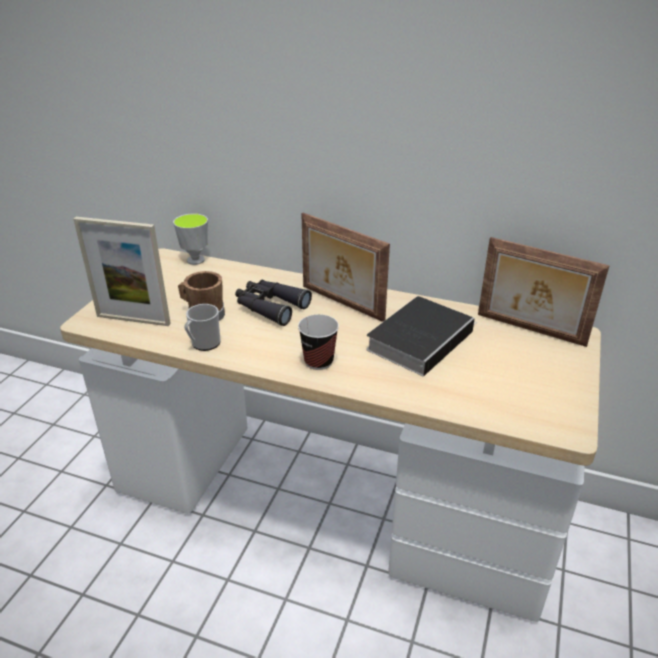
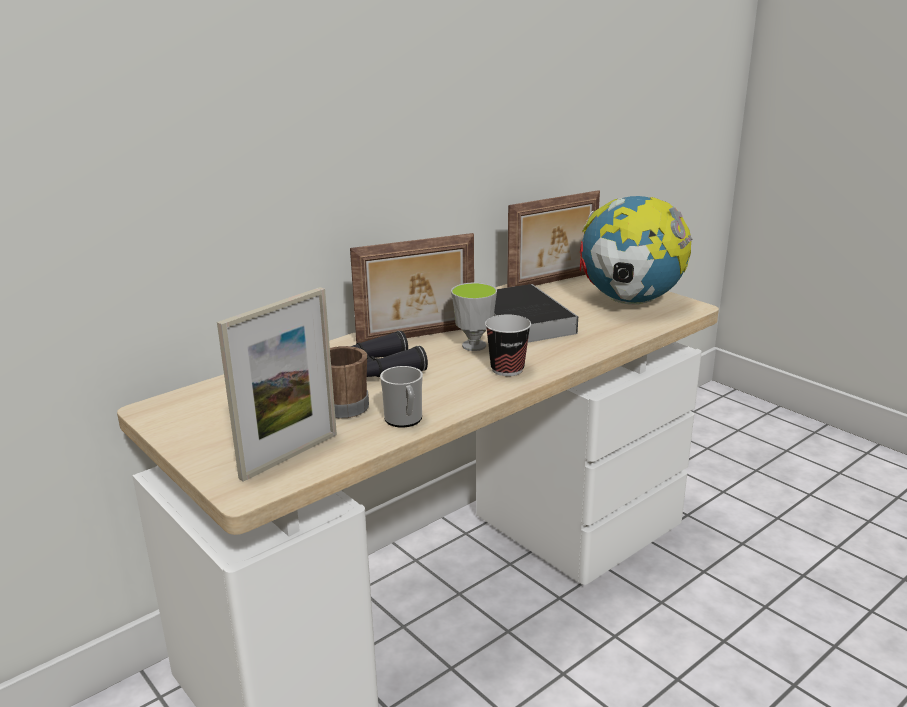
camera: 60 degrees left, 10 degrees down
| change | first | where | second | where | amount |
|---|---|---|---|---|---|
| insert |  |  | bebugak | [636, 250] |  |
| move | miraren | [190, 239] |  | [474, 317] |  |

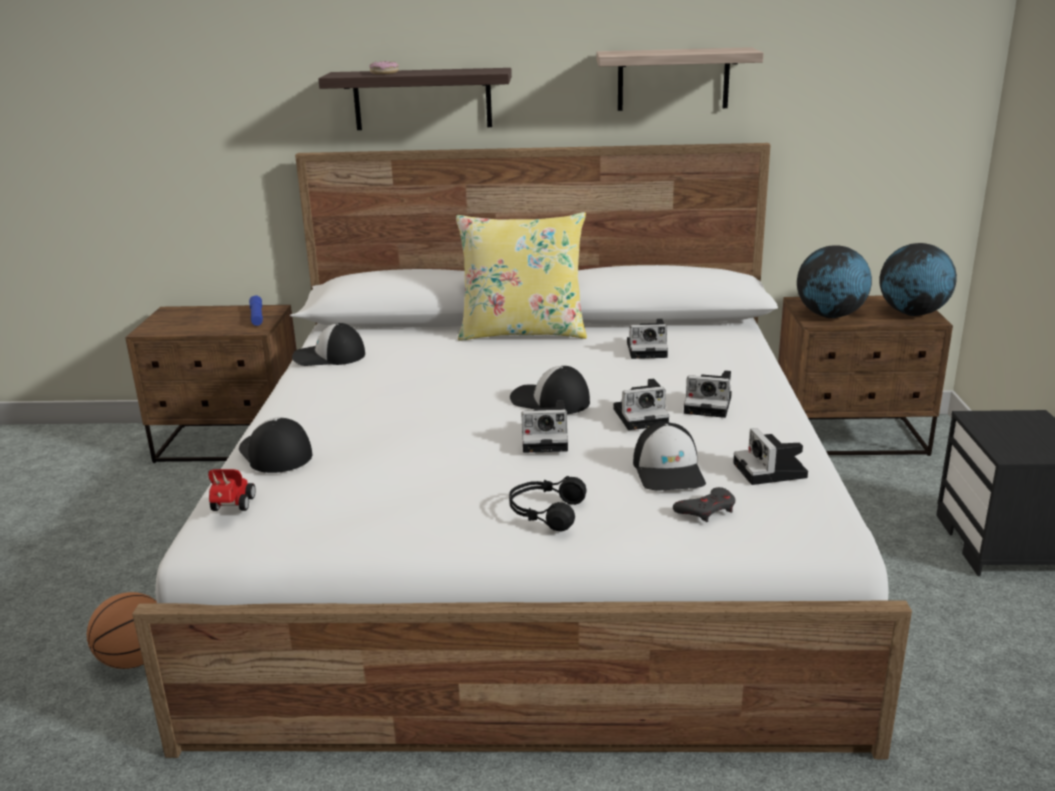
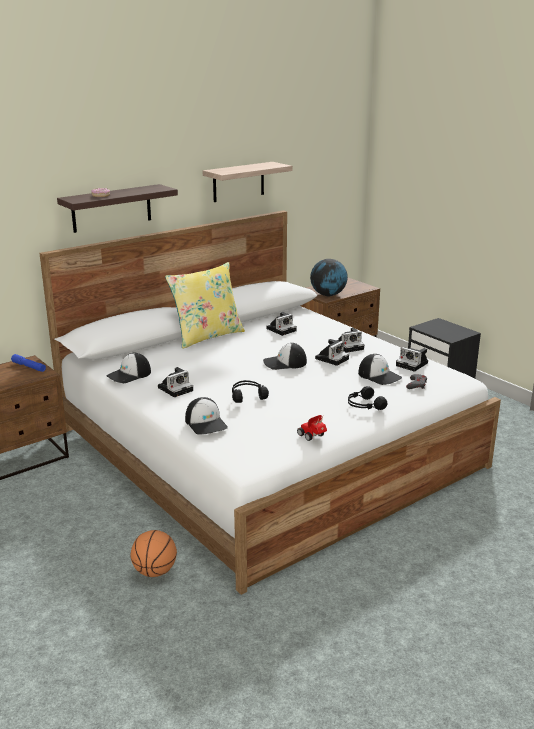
camera: 40 degrees left, 0 degrees up
| change | first | where | second | where | amount |
|---|---|---|---|---|---|
| delete | bebugak | [918, 279] |  |  |  |
| insert |  |  | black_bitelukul | [250, 391] |  |
| move | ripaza | [232, 490] |  | [312, 428] |  |
| move | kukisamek | [545, 426] |  | [175, 382] |  |
| rotate | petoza | [275, 445] |  | [206, 416] | 135 degrees counterclockwise |

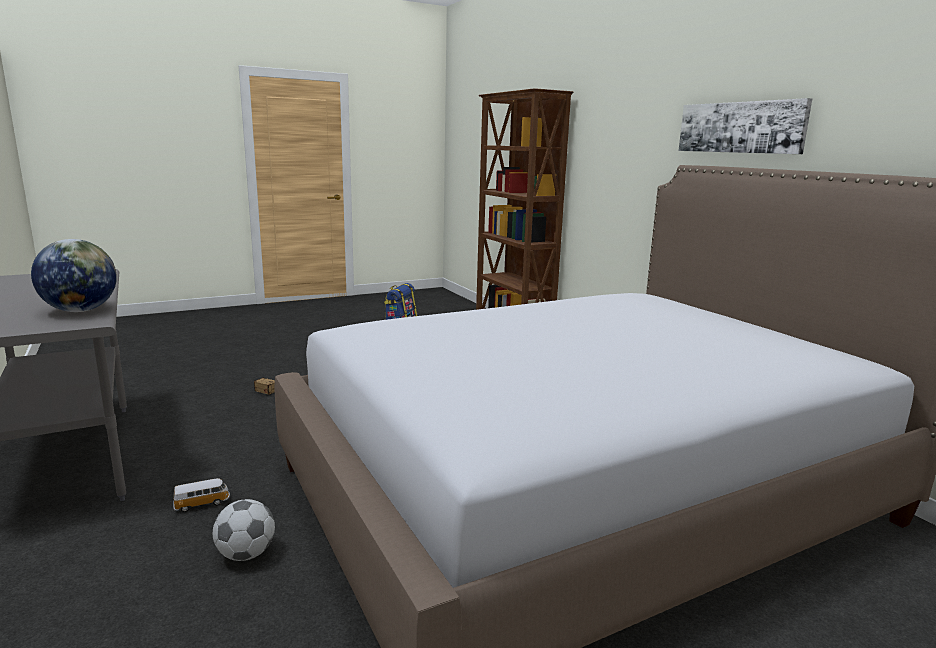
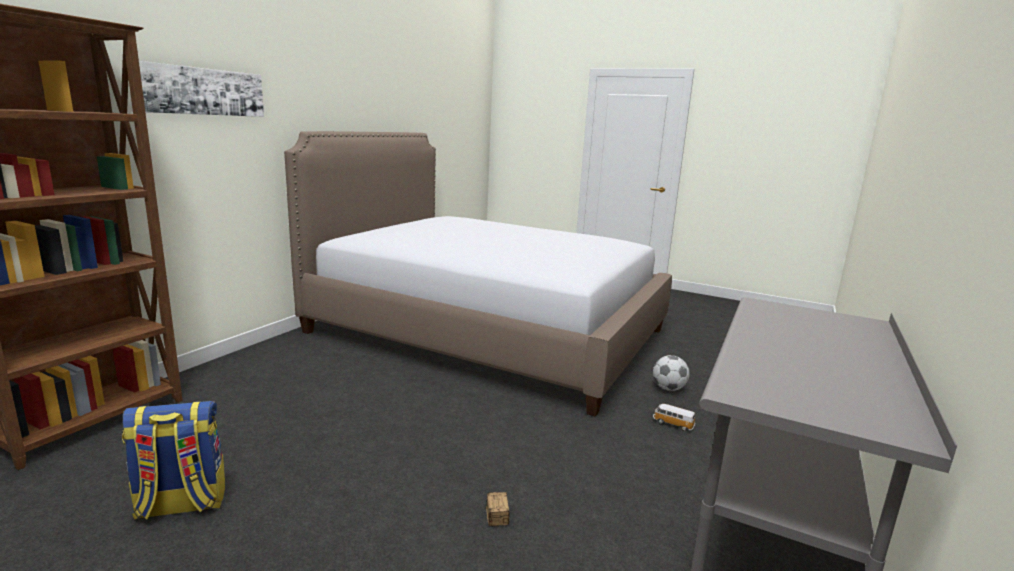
camera: 125 degrees left, 0 degrees up
| change | first | where | second | where | amount |
|---|---|---|---|---|---|
| delete | bebugak | [74, 275] |  |  |  |
| move | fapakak | [745, 126] |  | [201, 89] |  |

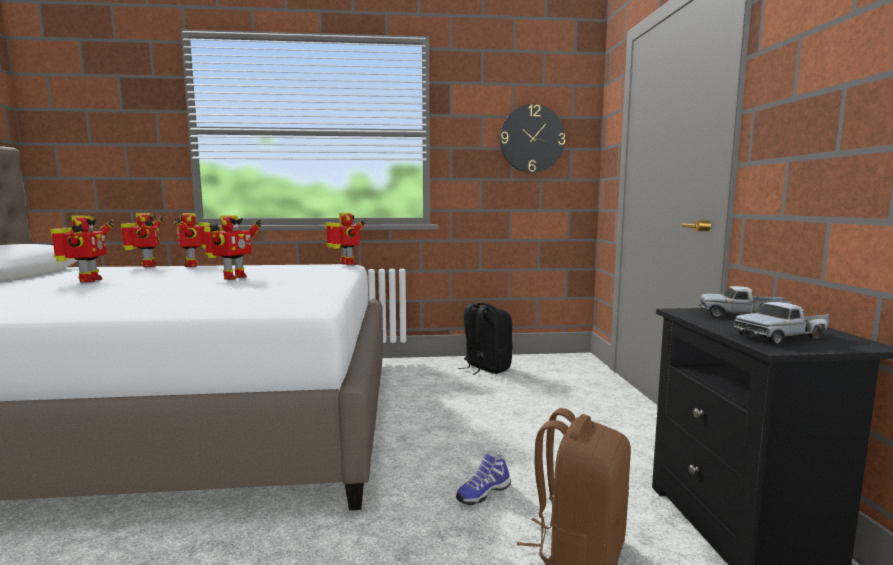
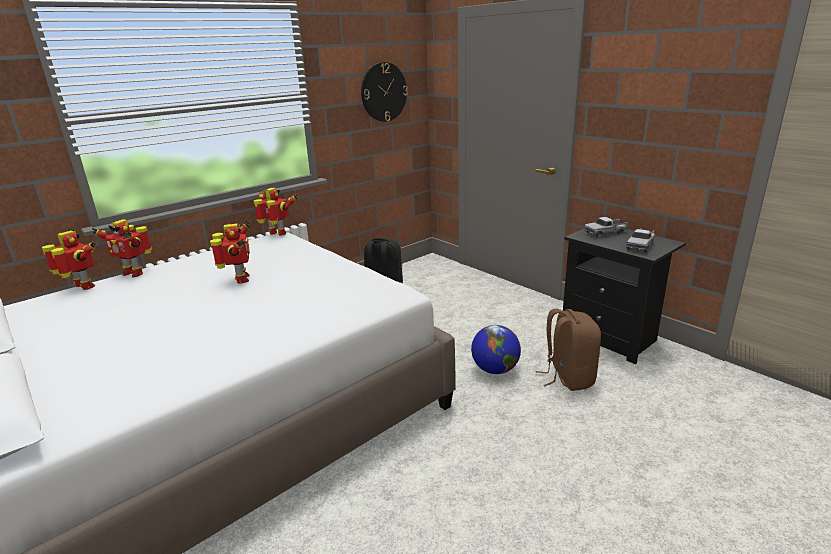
camera: 35 degrees left, 15 degrees up
| change | first | where | second | where | amount |
|---|---|---|---|---|---|
| delete | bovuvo | [82, 249] |  |  |  |
| replace | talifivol | [483, 479] | bebugak | [496, 349] |  |

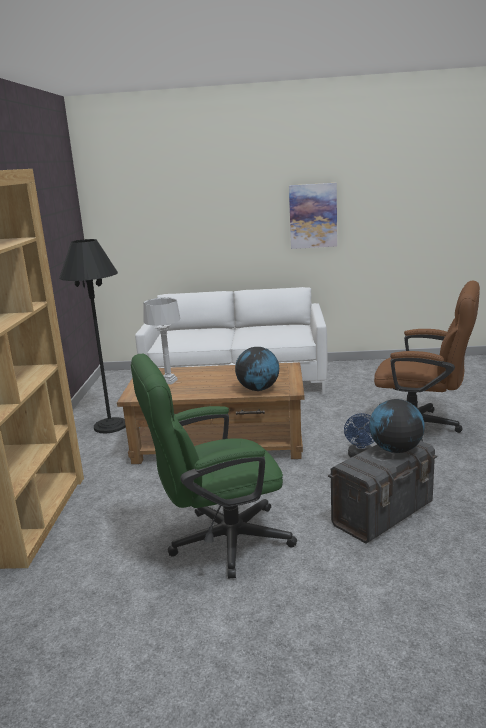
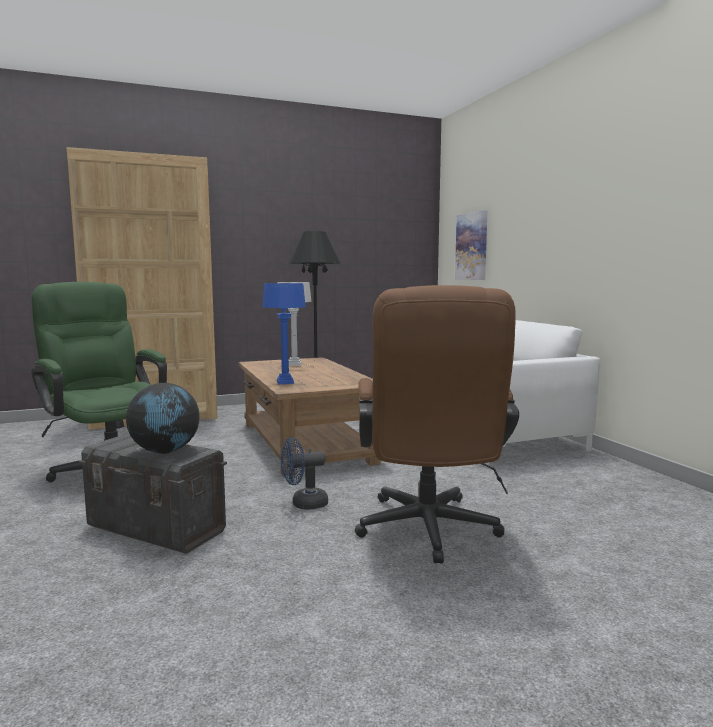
camera: 65 degrees right, 10 degrees down
| change | first | where | second | where | amount |
|---|---|---|---|---|---|
| move | fapakak | [313, 216] |  | [471, 245] |  |
| replace | bebugak | [257, 369] | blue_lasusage | [284, 333] |  |

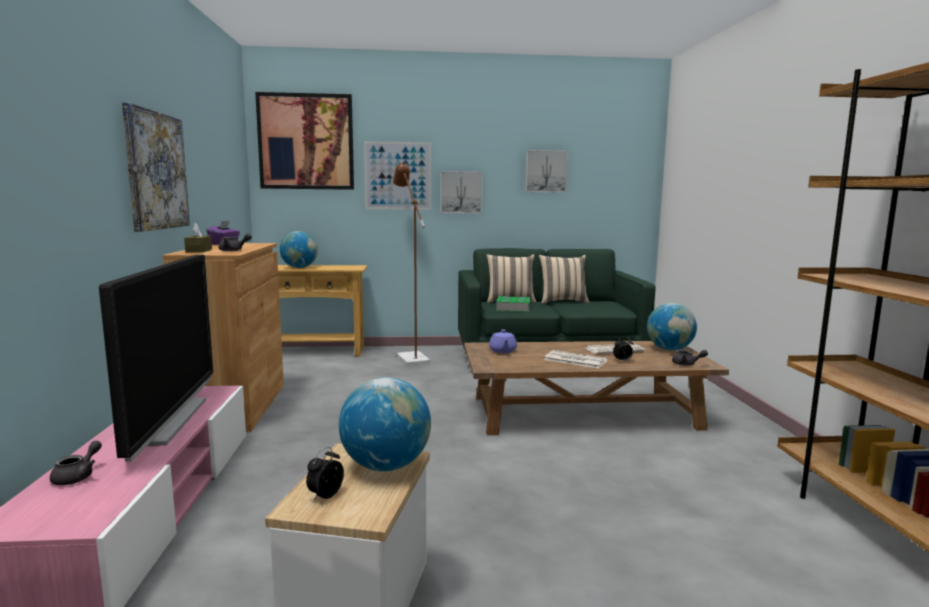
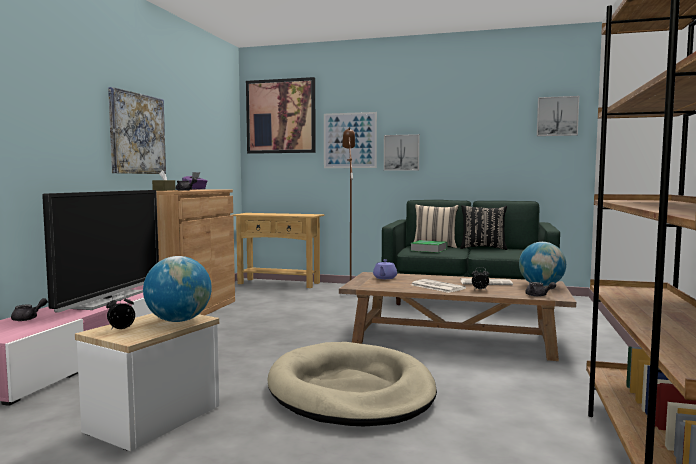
camera: 20 degrees right, 5 degrees down
| change | first | where | second | where | amount |
|---|---|---|---|---|---|
| delete | bebugak | [299, 249] |  |  |  |
| insert |  |  | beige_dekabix | [352, 384] |  |
| move | fapakak | [546, 171] |  | [558, 116] |  |
| recolor | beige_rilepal | [564, 279] | black_rilepal | [484, 227] |  |

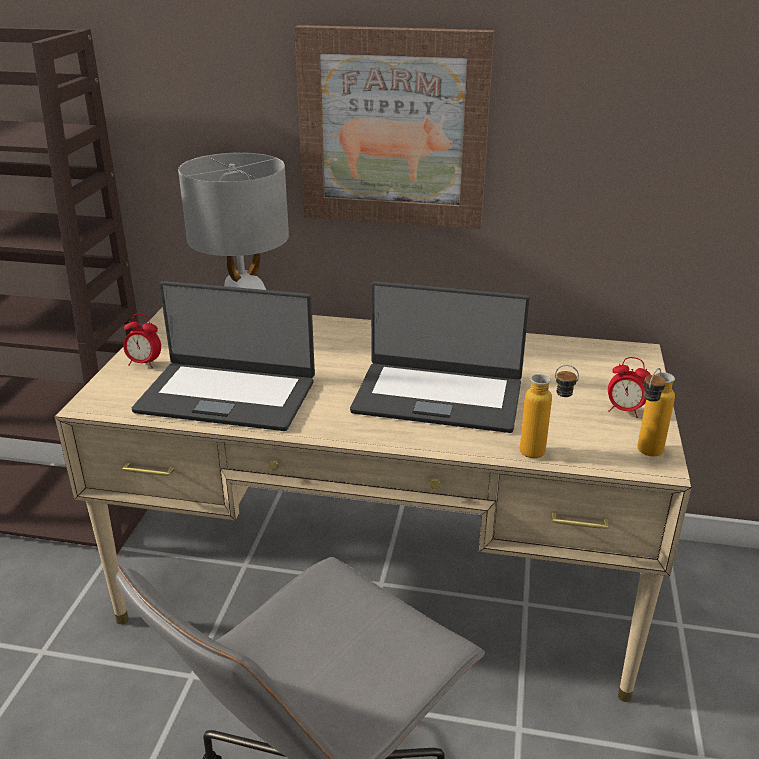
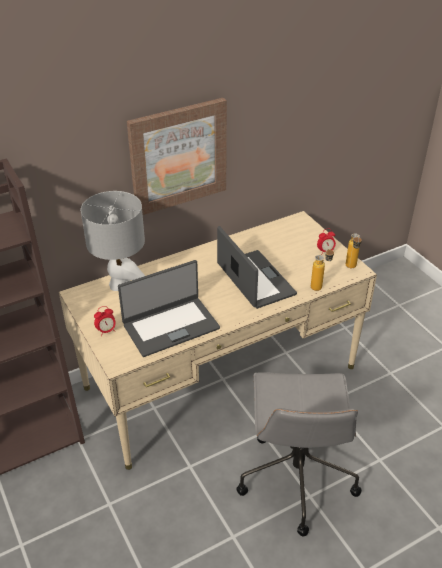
camera: 40 degrees left, 10 degrees up
| change | first | where | second | where | amount |
|---|---|---|---|---|---|
| rotate | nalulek | [440, 357] |  | [257, 267] | 90 degrees counterclockwise |

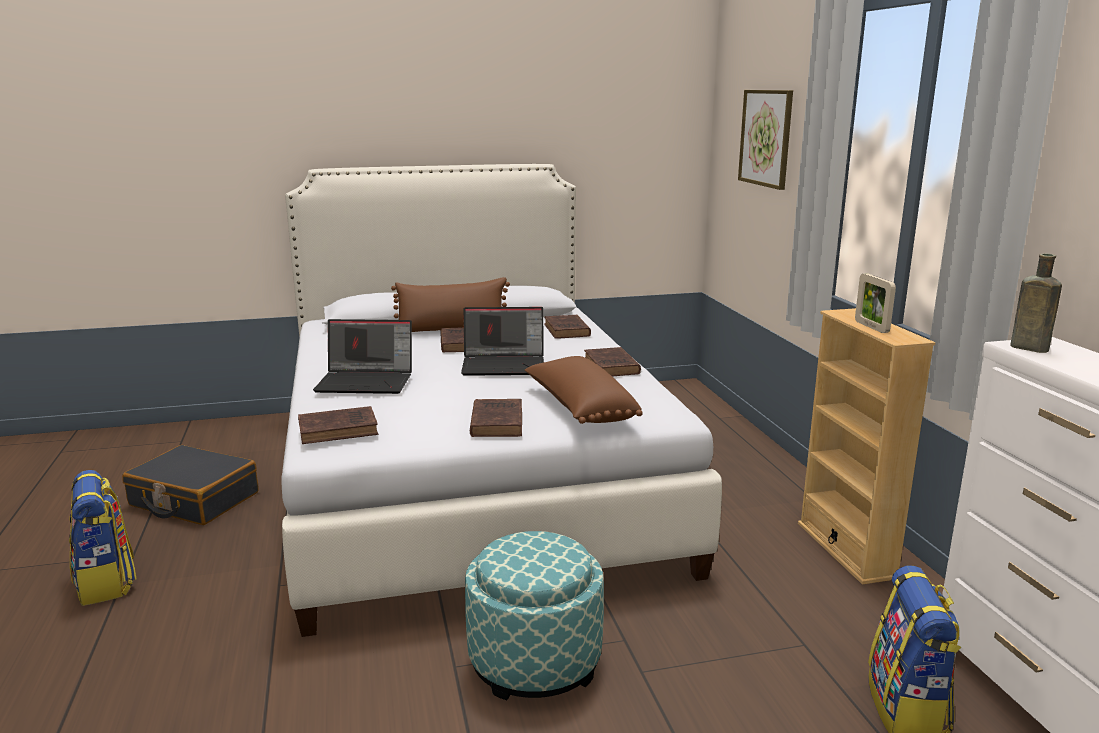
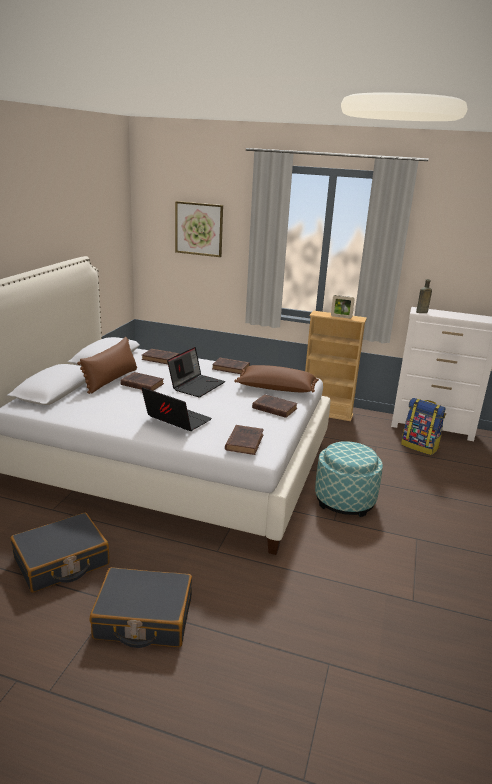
camera: 60 degrees left, 5 degrees up
| change | first | where | second | where | amount |
|---|---|---|---|---|---|
| replace | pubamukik | [103, 538] | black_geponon | [141, 607] |  |
| rotate | nalulek | [362, 356] |  | [176, 409] | 90 degrees counterclockwise |

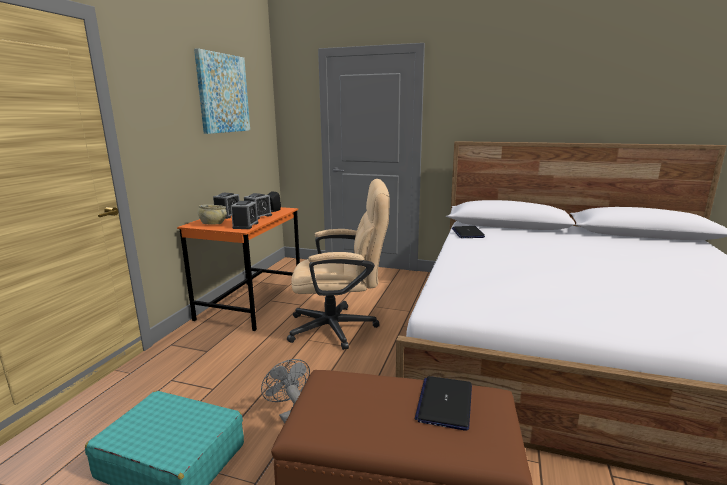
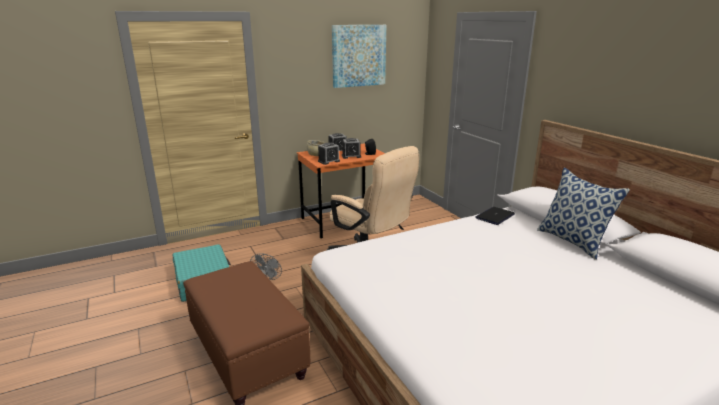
camera: 45 degrees right, 5 degrees up
| change | first | where | second | where | amount |
|---|---|---|---|---|---|
| delete | nalulek | [443, 403] |  |  |  |
| insert |  |  | rilepal | [583, 213] |  |

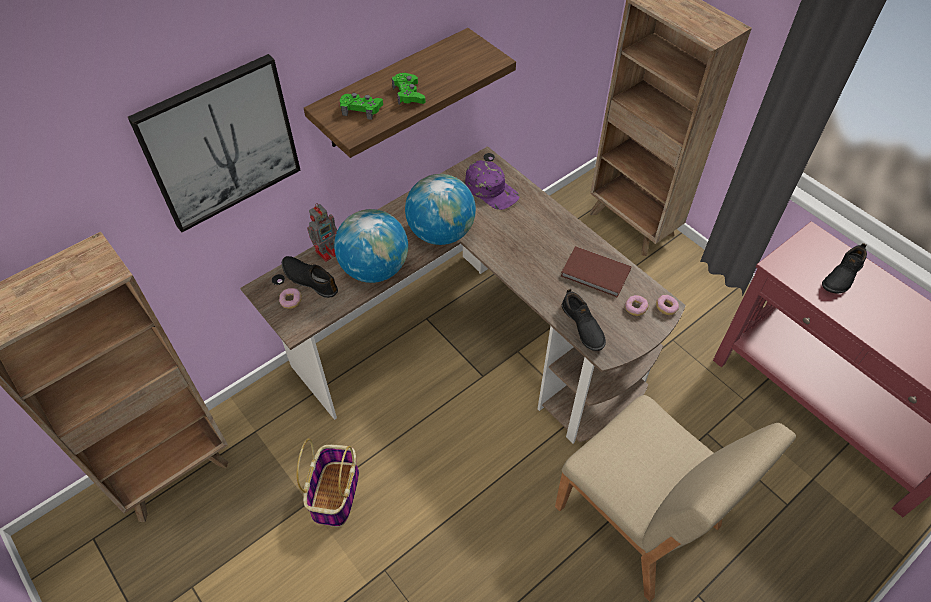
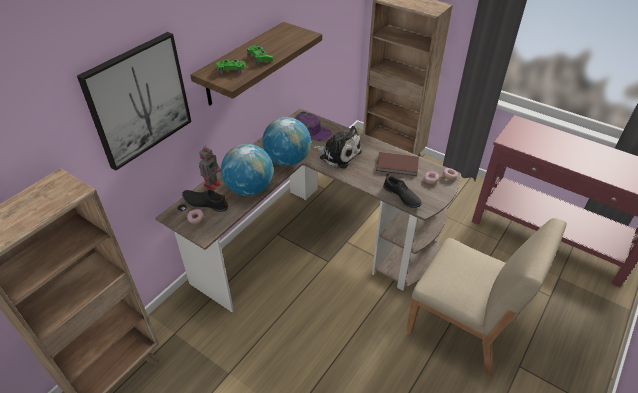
camera: 15 degrees left, 10 degrees down
| change | first | where | second | where | amount |
|---|---|---|---|---|---|
| delete | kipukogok | [327, 483] |  |  |  |
| delete | black_talifivol | [844, 268] |  |  |  |
| insert |  |  | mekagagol | [337, 147] |  |

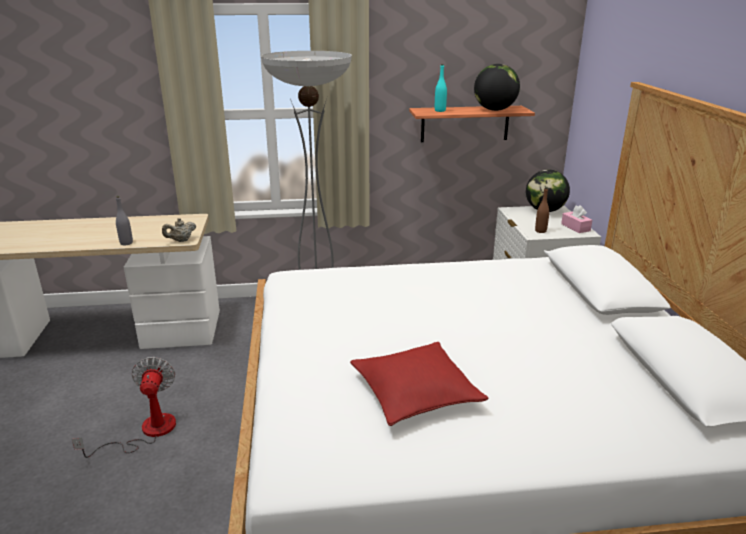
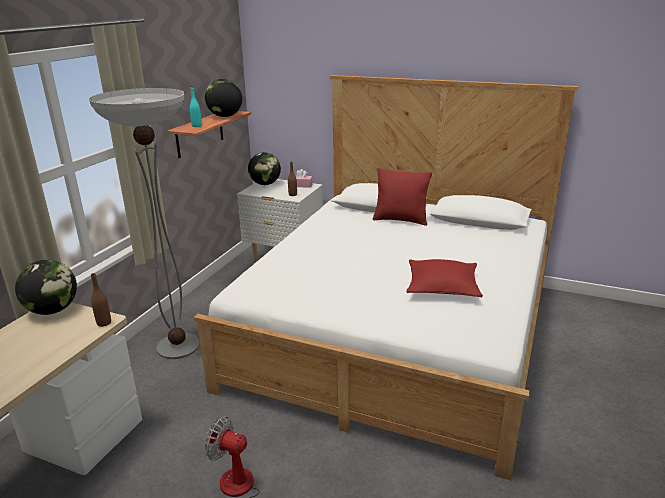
camera: 60 degrees left, 0 degrees up
| change | first | where | second | where | amount |
|---|---|---|---|---|---|
| delete | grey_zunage | [124, 221] |  |  |  |
| insert |  |  | bebugak | [46, 287] |  |
| insert |  |  | red_rilepal | [402, 197] |  |
| replace | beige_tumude | [179, 230] | brown_zunage | [101, 300] |  |

